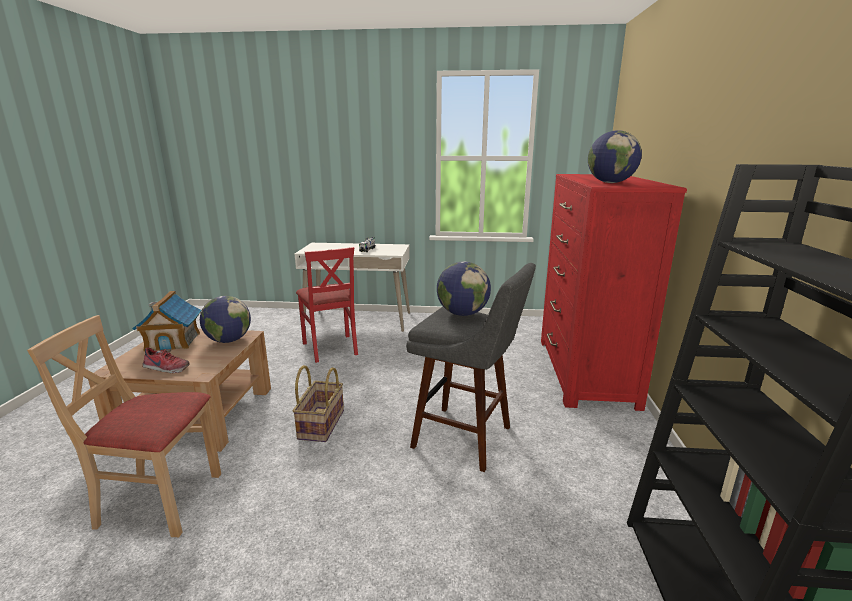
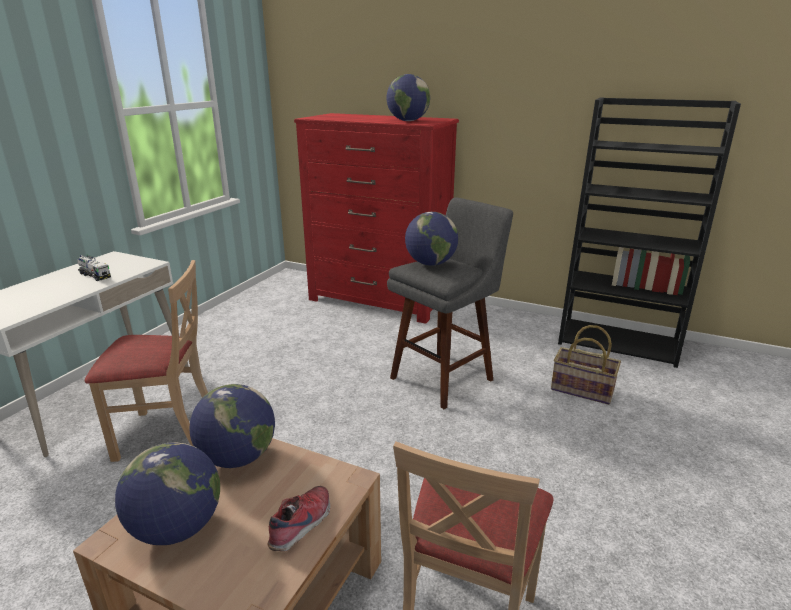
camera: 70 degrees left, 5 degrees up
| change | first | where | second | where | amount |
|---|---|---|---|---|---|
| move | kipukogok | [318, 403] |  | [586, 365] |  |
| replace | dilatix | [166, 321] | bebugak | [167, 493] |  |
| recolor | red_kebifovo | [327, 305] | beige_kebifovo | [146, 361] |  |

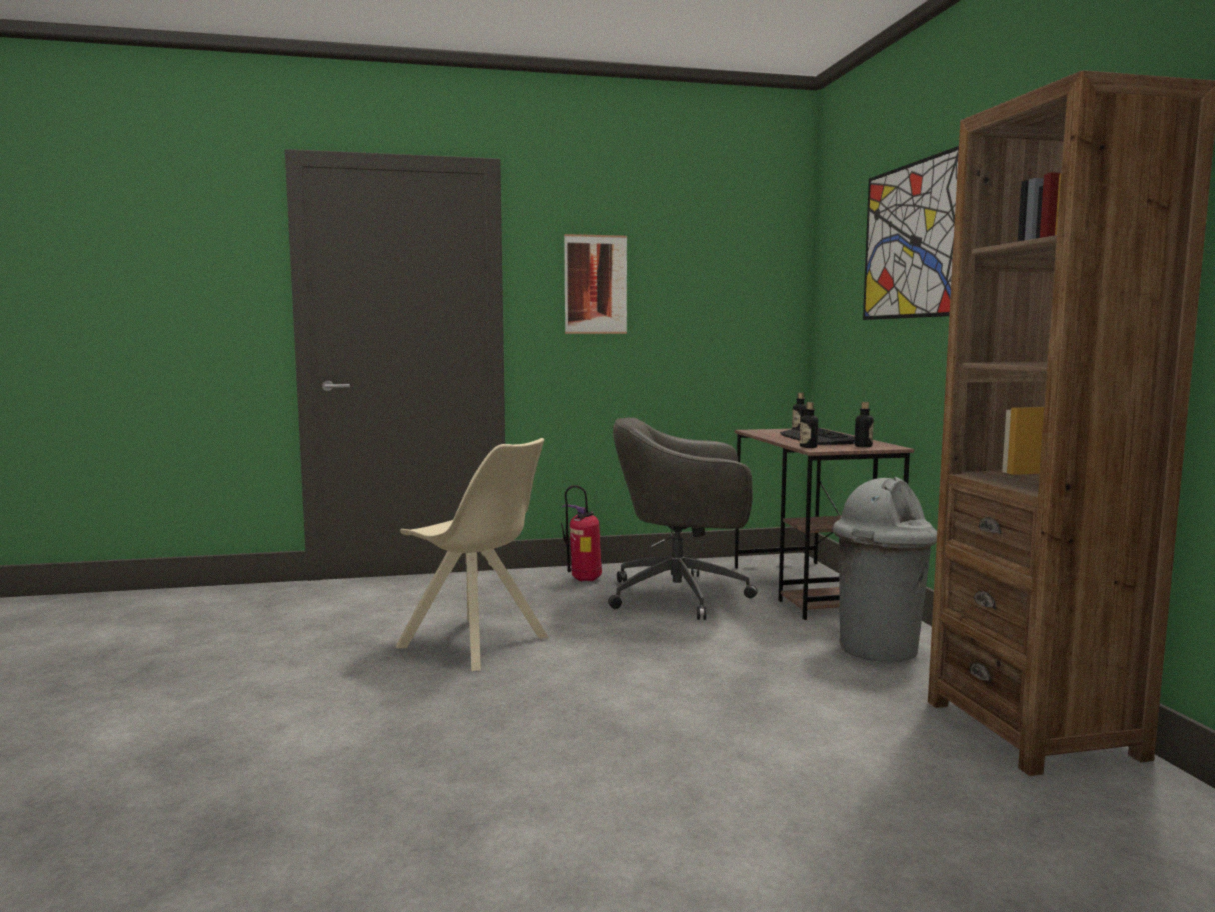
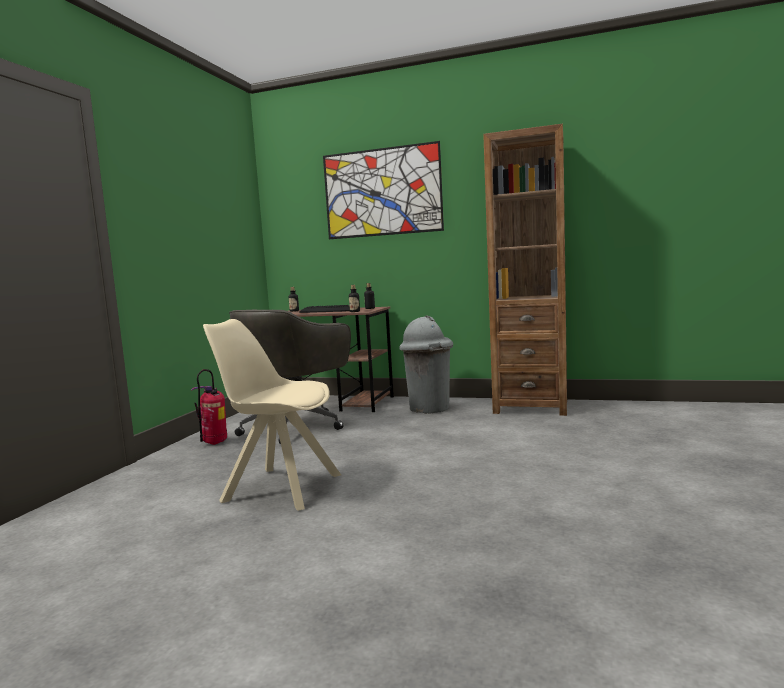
camera: 60 degrees left, 0 degrees up
| change | first | where | second | where | amount |
|---|---|---|---|---|---|
| delete | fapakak | [595, 284] |  |  |  |
| rotate | beige_kebifovo | [472, 554] |  | [272, 415] | 135 degrees counterclockwise |

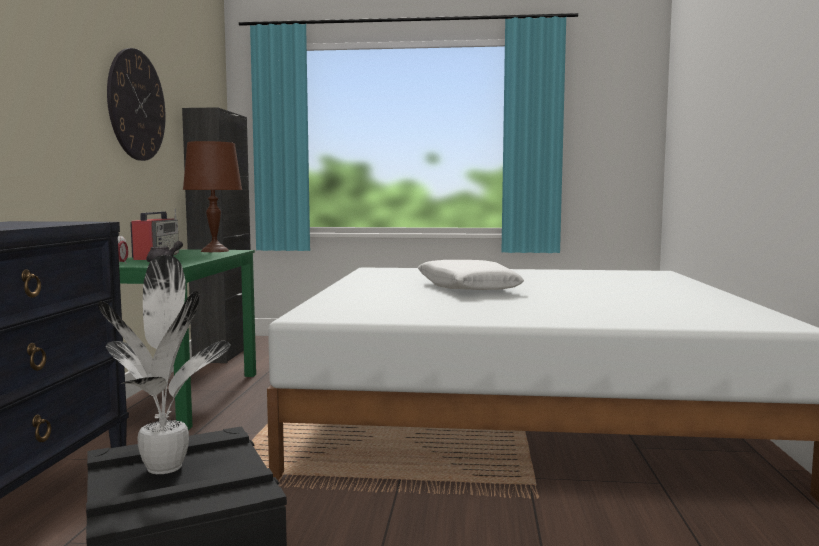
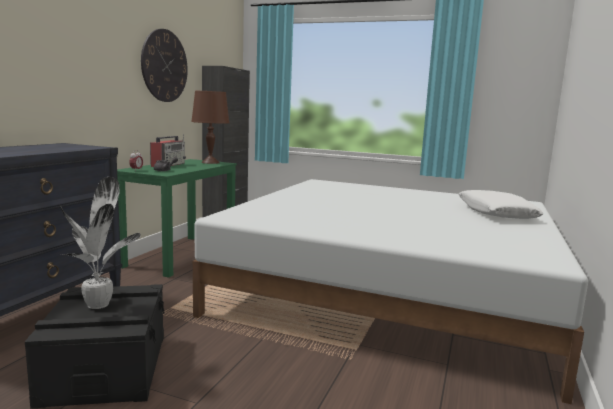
camera: 15 degrees right, 5 degrees up
| change | first | where | second | where | amount |
|---|---|---|---|---|---|
| move | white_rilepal | [471, 275] |  | [501, 204] |  |

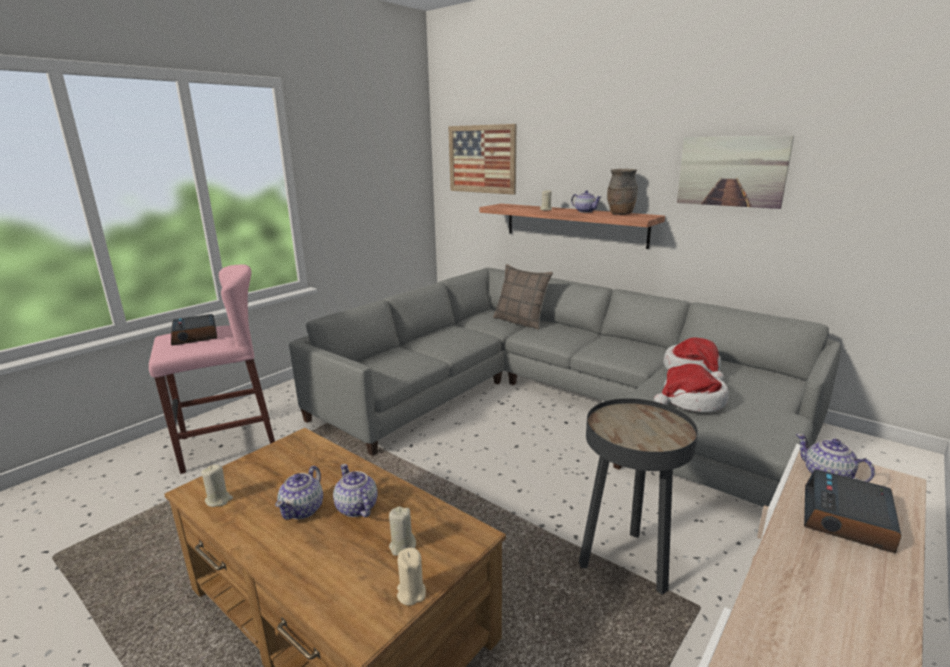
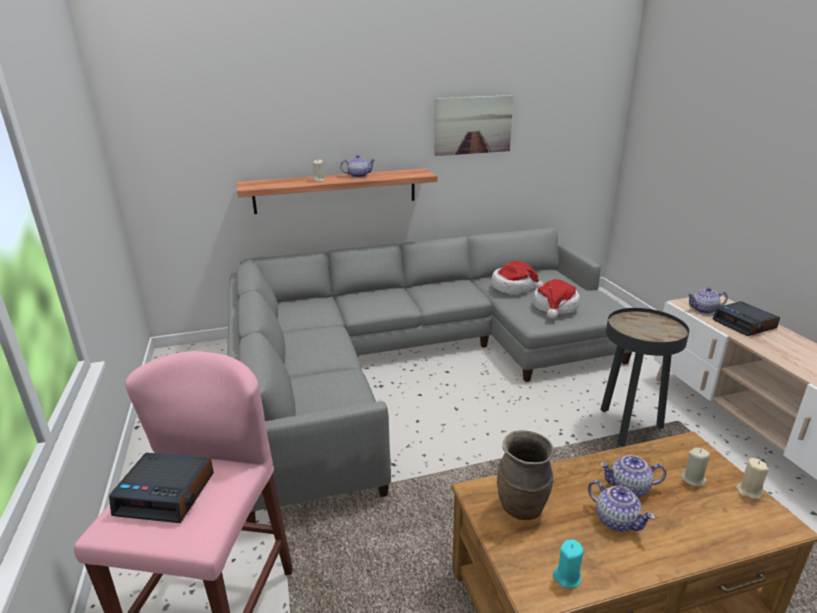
camera: 55 degrees left, 5 degrees up
| change | first | where | second | where | amount |
|---|---|---|---|---|---|
| delete | fapakak | [482, 159] |  |  |  |
| delete | rilepal | [523, 297] |  |  |  |
| move | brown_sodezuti | [622, 192] |  | [525, 475] |  |
| recolor | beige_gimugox | [217, 486] | turquoise_gimugox | [568, 563] |  |

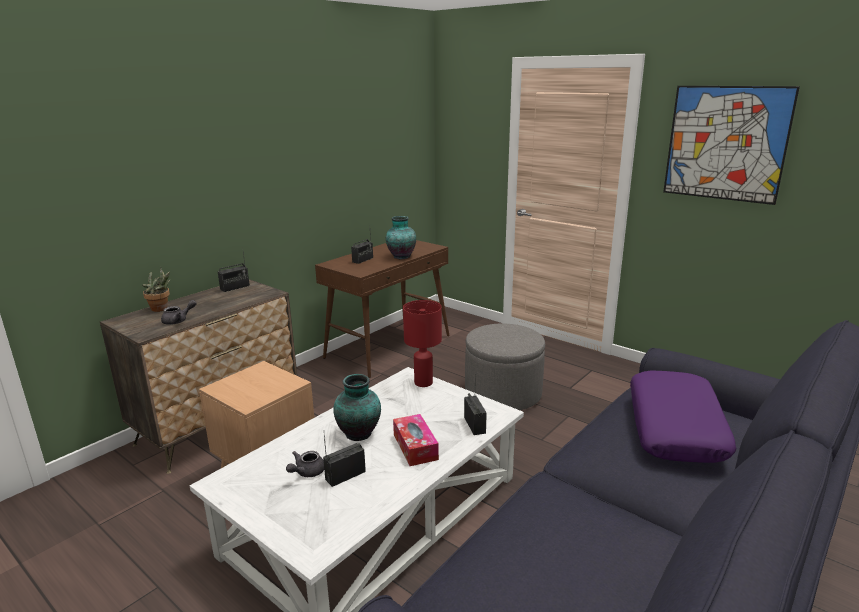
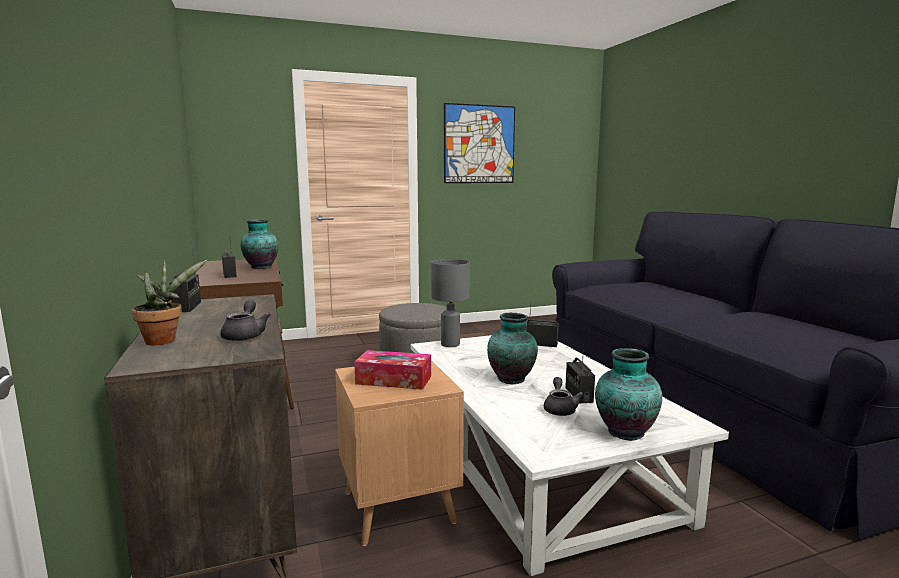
camera: 60 degrees left, 10 degrees down
| change | first | where | second | where | amount |
|---|---|---|---|---|---|
| delete | purple_rilepal | [683, 417] |  |  |  |
| insert |  |  | sodezuti | [628, 394] |  |
| move | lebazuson | [416, 440] |  | [392, 370] |  |
| recolor | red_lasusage | [422, 343] | grey_lasusage | [450, 303] |  |
| rotate | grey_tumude | [305, 464] |  | [563, 396] | 150 degrees counterclockwise |

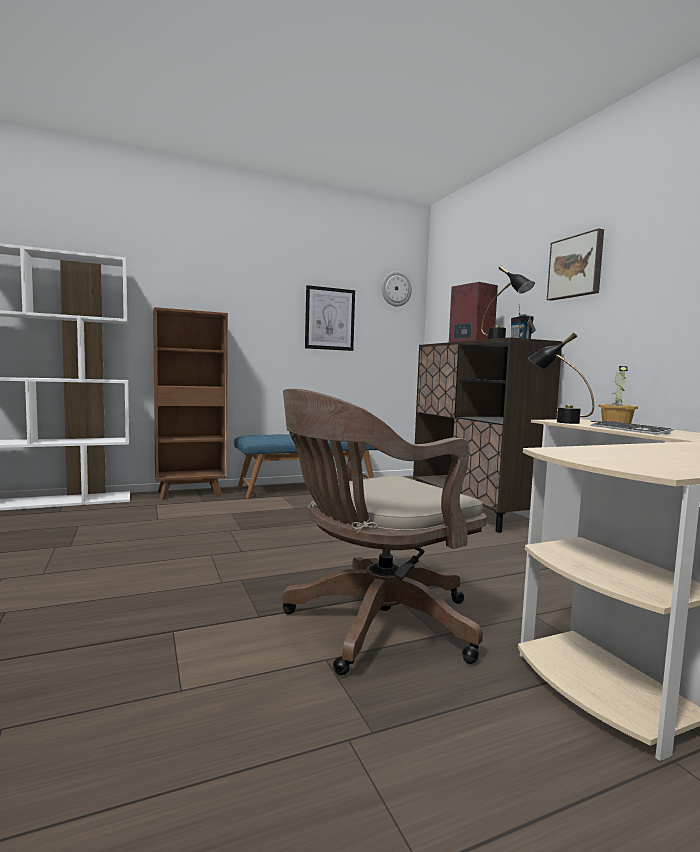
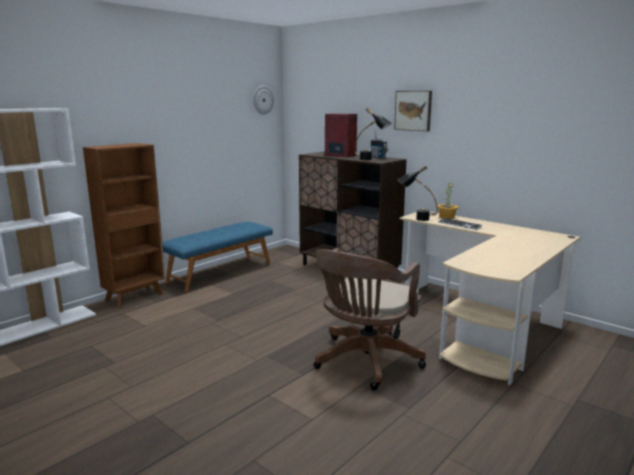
camera: 25 degrees left, 10 degrees up
| change | first | where | second | where | amount |
|---|---|---|---|---|---|
| delete | fapakak | [330, 318] |  |  |  |

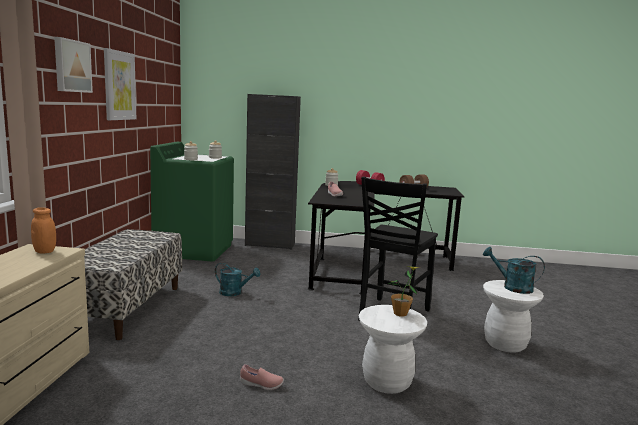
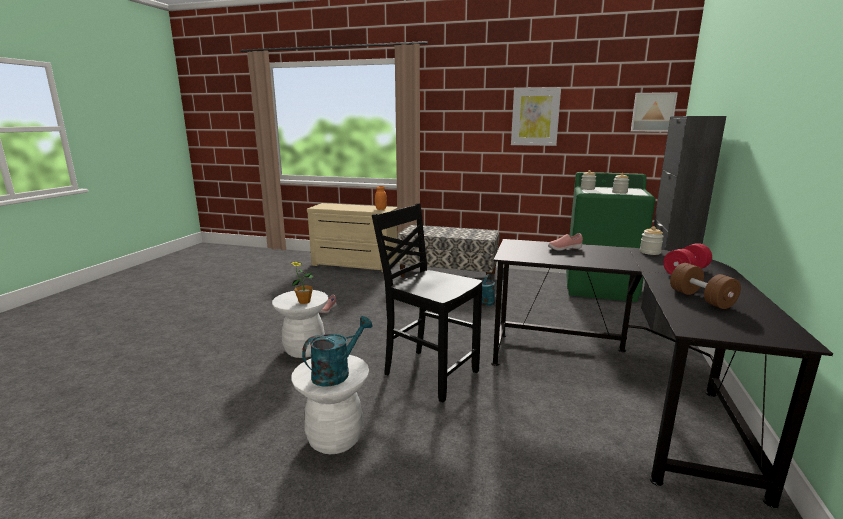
camera: 100 degrees right, 5 degrees up
| change | first | where | second | where | amount |
|---|---|---|---|---|---|
| move | fapakak | [73, 65] |  | [654, 112] |  |

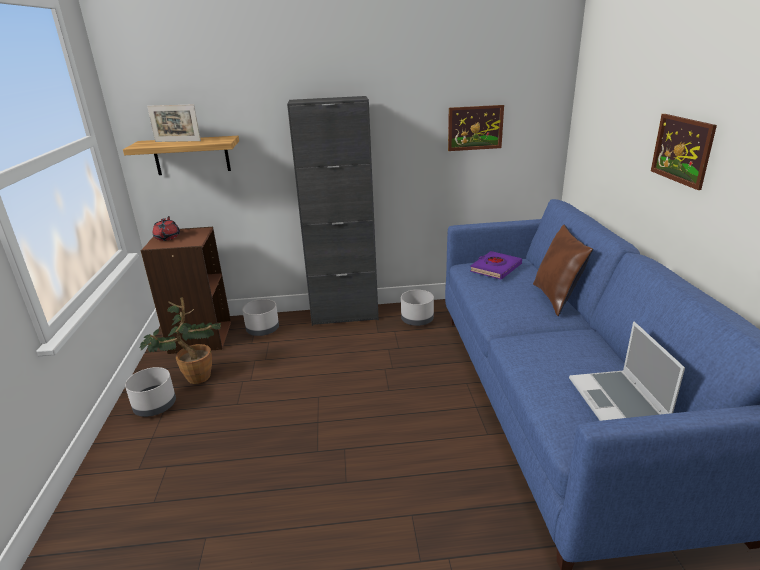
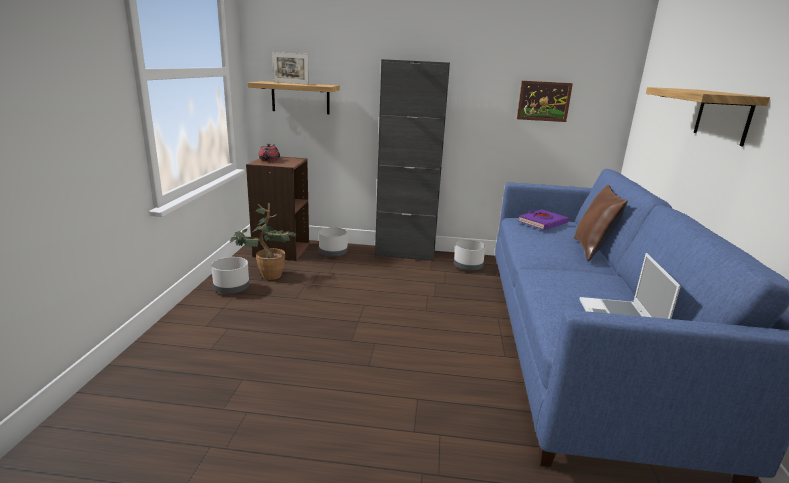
camera: 10 degrees right, 5 degrees down
| change | first | where | second | where | amount |
|---|---|---|---|---|---|
| replace | fapakak | [684, 152] | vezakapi | [708, 116] |  |

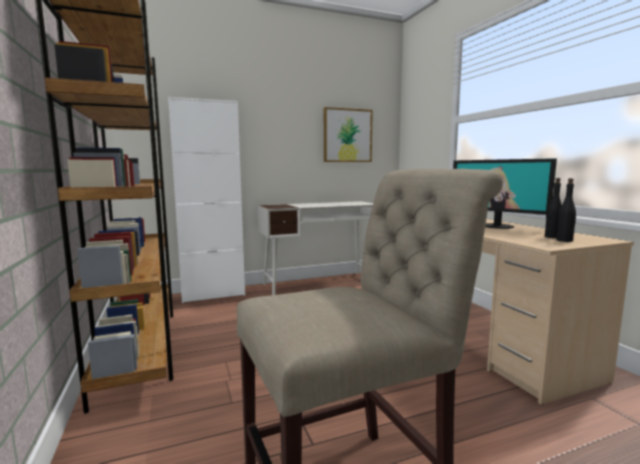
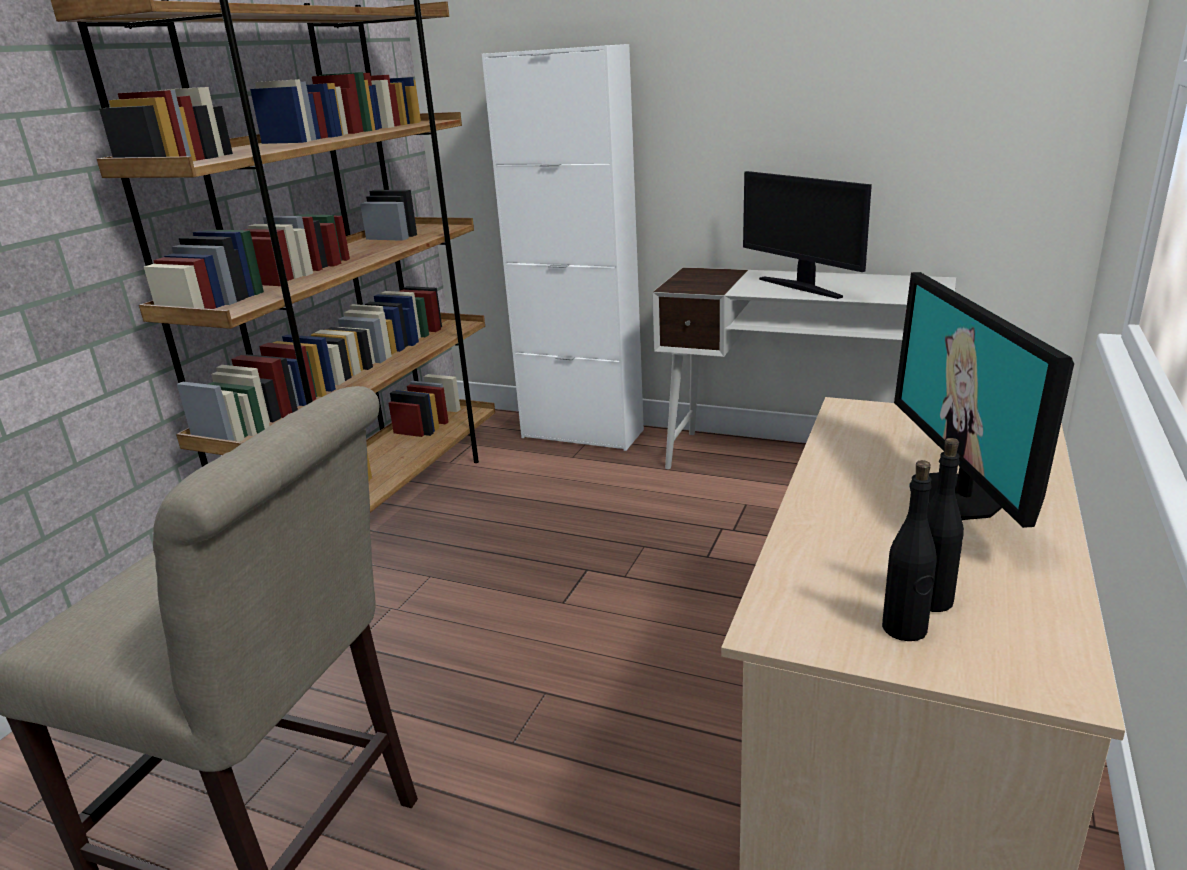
camera: 45 degrees right, 15 degrees up
| change | first | where | second | where | amount |
|---|---|---|---|---|---|
| delete | fapakak | [348, 134] |  |  |  |
| insert |  |  | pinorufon | [807, 235] |  |

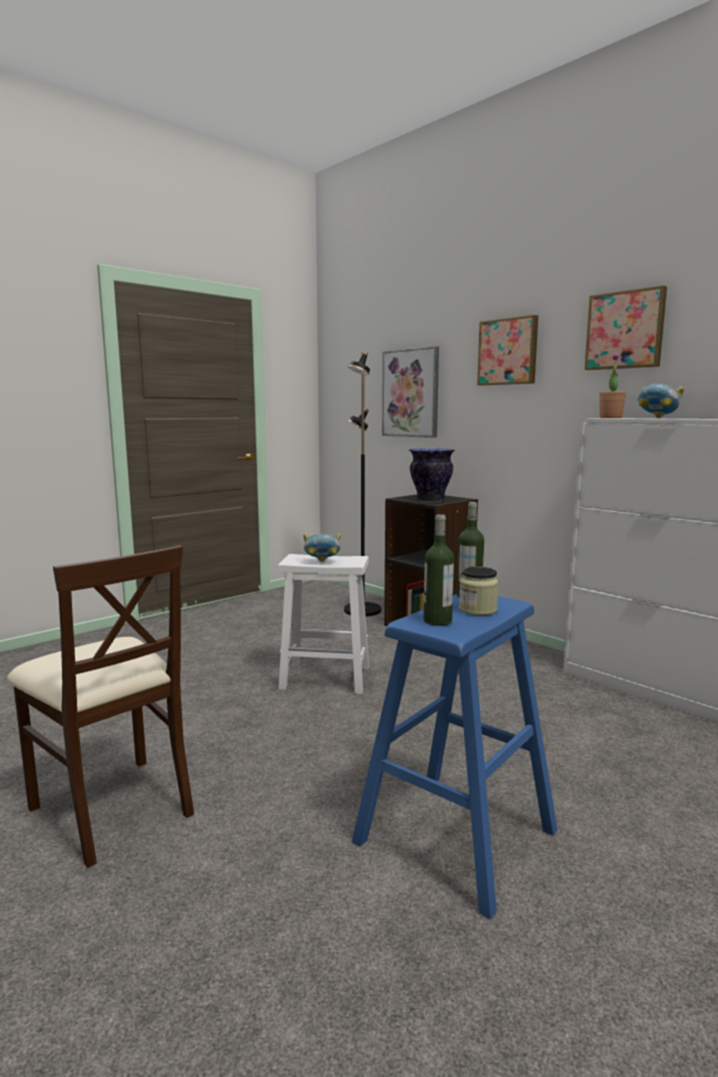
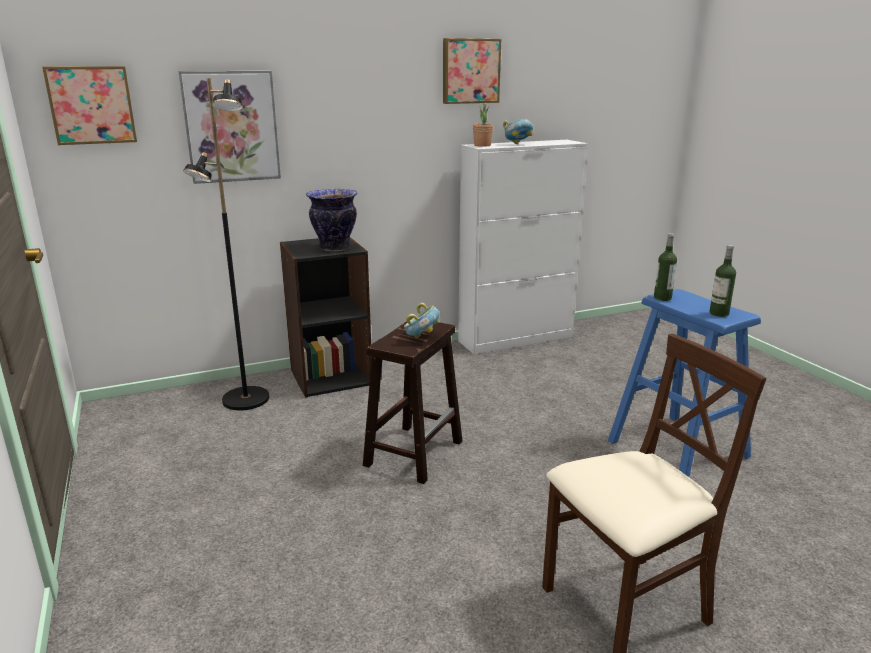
camera: 70 degrees left, 10 degrees up
| change | first | where | second | where | amount |
|---|---|---|---|---|---|
| delete | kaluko | [479, 591] |  |  |  |
| move | fapakak | [507, 350] |  | [89, 105] |  |
| recolor | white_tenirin | [323, 624] | brown_tenirin | [412, 401] |  |

